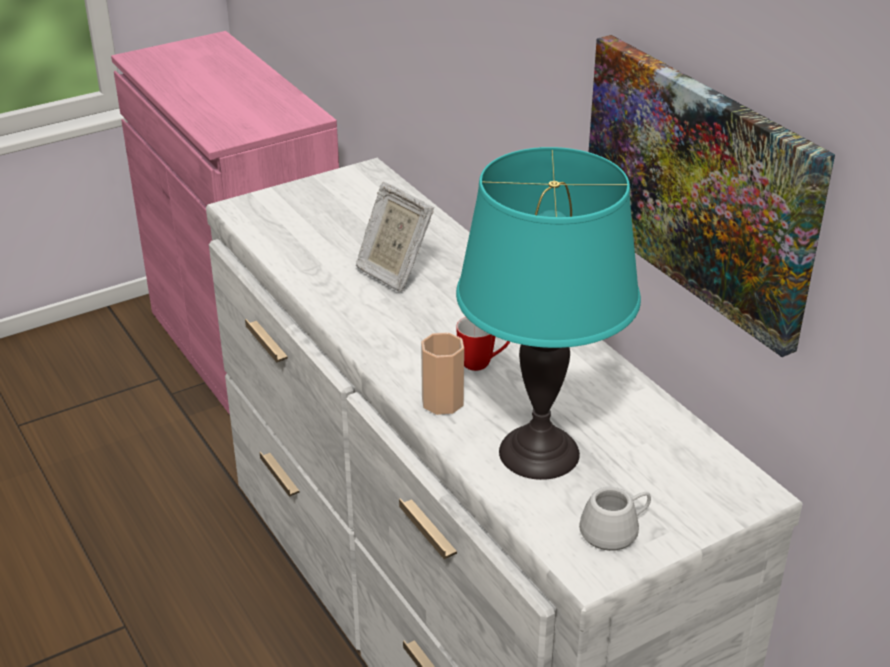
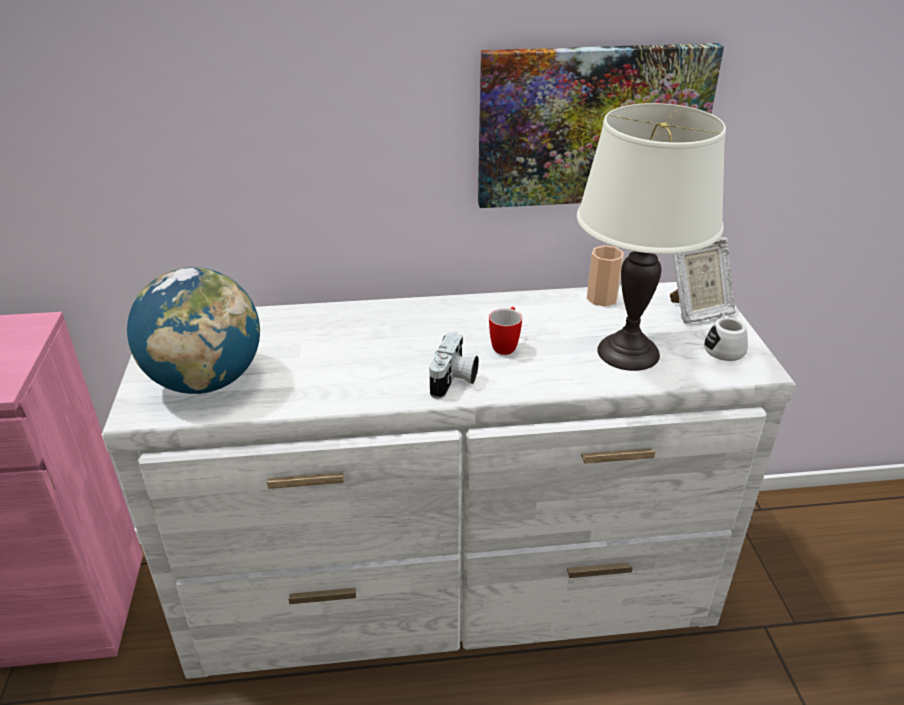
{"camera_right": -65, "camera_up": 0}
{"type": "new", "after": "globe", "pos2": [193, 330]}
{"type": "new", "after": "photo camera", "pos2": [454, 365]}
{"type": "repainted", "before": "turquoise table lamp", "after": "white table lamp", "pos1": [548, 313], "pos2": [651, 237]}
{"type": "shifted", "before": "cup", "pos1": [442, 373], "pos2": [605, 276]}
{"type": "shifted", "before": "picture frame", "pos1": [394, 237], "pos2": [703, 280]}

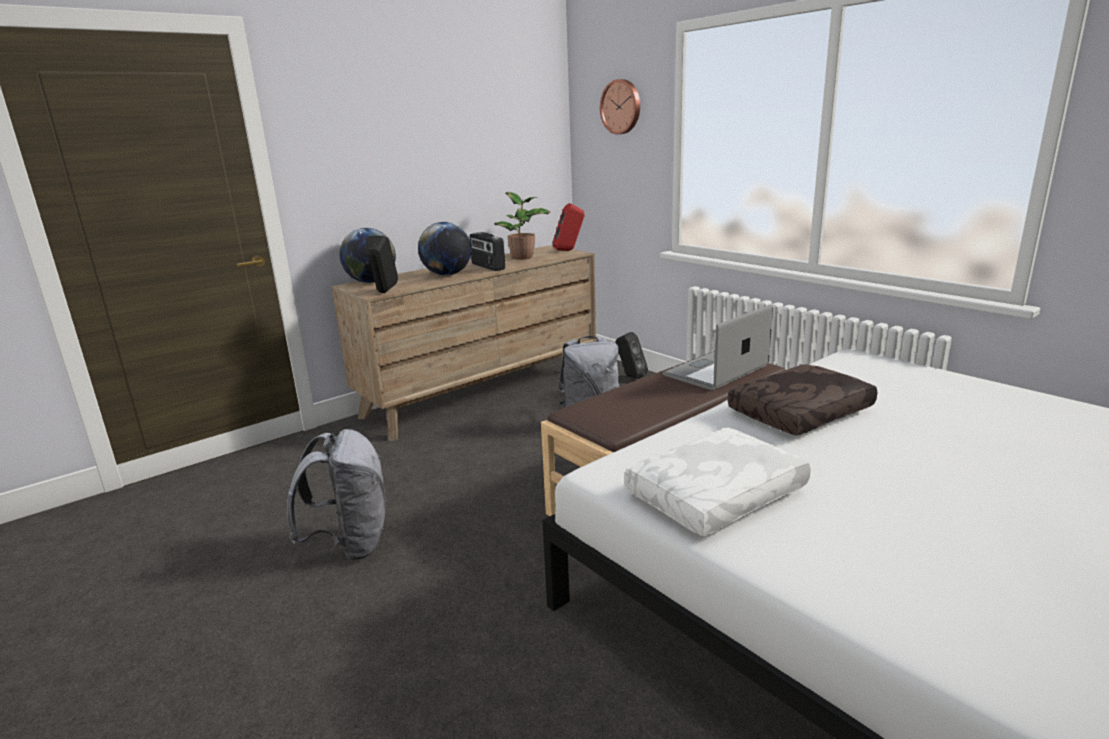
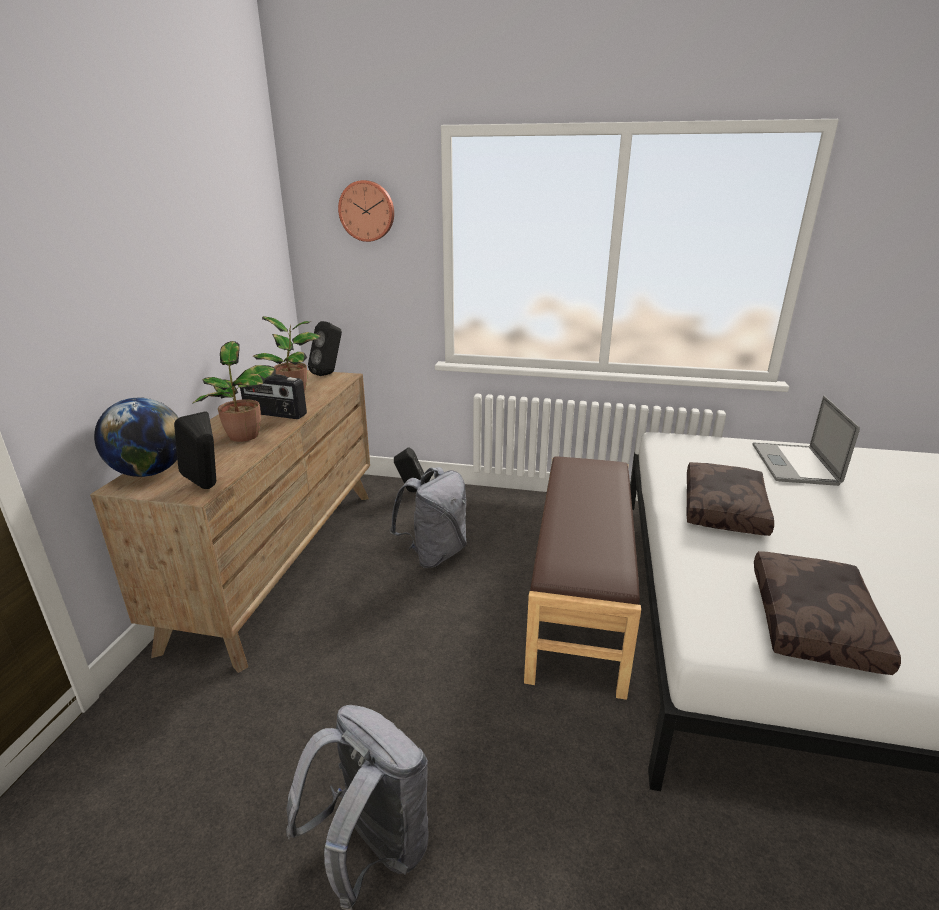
{"camera_right": -40, "camera_up": 5}
{"type": "swapped", "before": "globe", "after": "potted plant", "pos1": [444, 249], "pos2": [234, 391]}
{"type": "repainted", "before": "red speaker", "after": "black speaker", "pos1": [569, 227], "pos2": [325, 348]}
{"type": "shifted", "before": "laptop", "pos1": [718, 348], "pos2": [806, 441]}
{"type": "repainted", "before": "white pillow", "after": "brown pillow", "pos1": [717, 482], "pos2": [827, 613]}

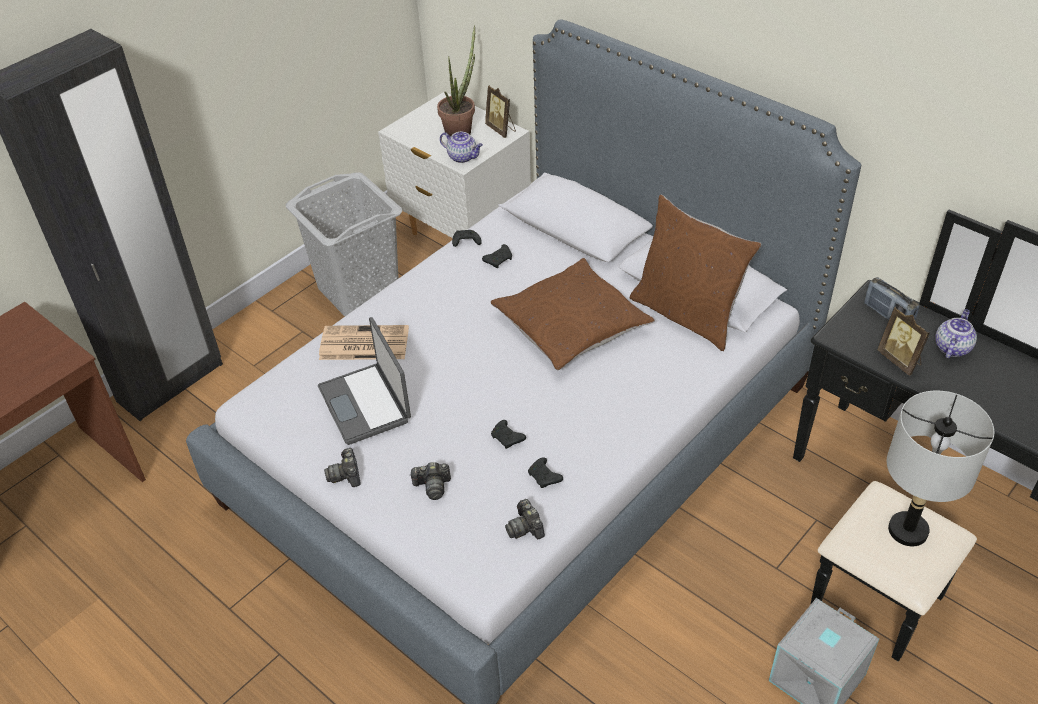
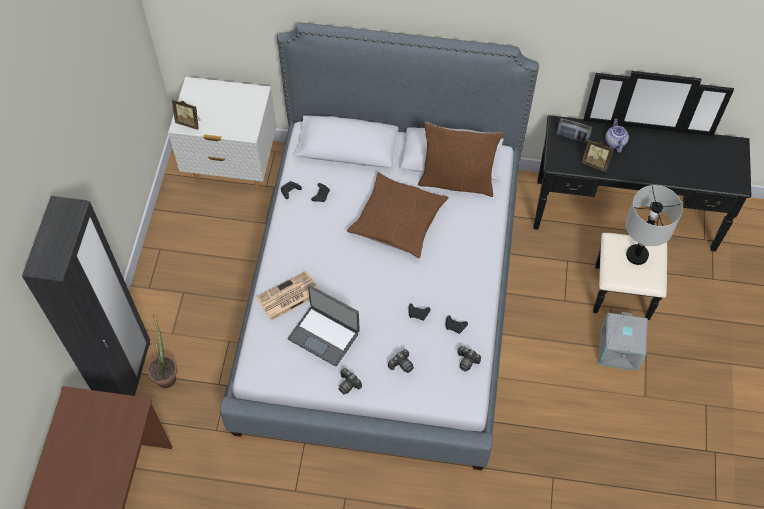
{"camera_right": -35, "camera_up": 15}
{"type": "shifted", "before": "potted plant", "pos1": [456, 80], "pos2": [162, 351]}
{"type": "shifted", "before": "picture frame", "pos1": [500, 111], "pos2": [186, 114]}
{"type": "gone", "before": "grey laundry basket", "pos1": [344, 244]}
{"type": "gone", "before": "teapot", "pos1": [461, 147]}

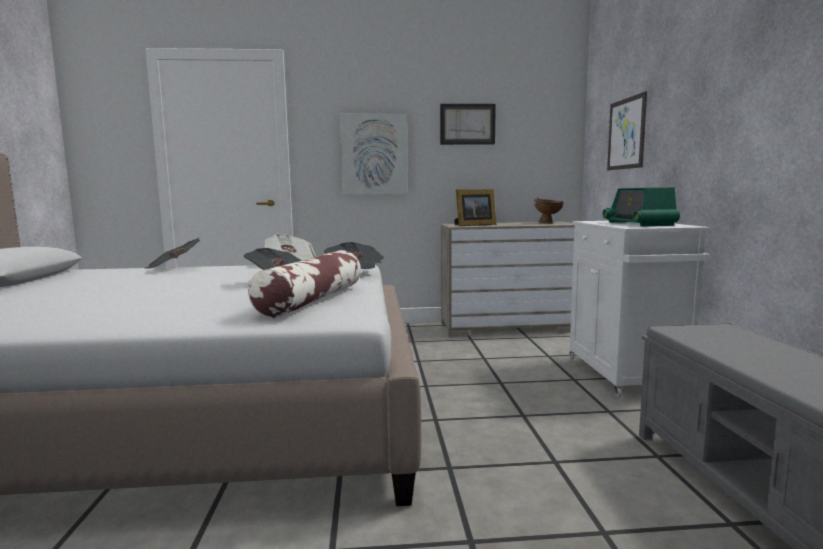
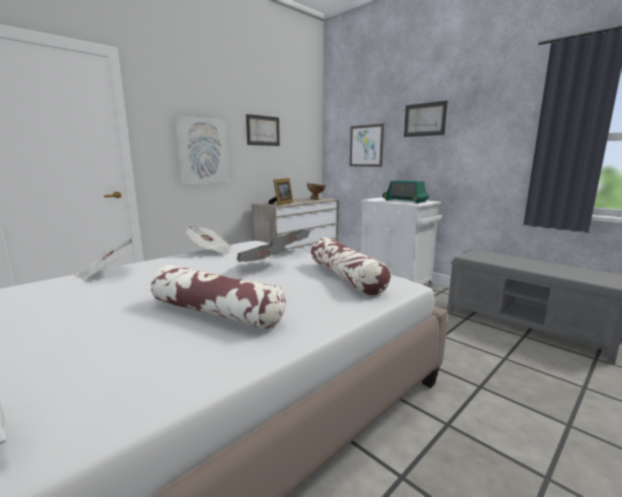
{"camera_right": -40, "camera_up": 5}
{"type": "new", "after": "pillow", "pos2": [218, 297]}
{"type": "new", "after": "picture", "pos2": [426, 119]}

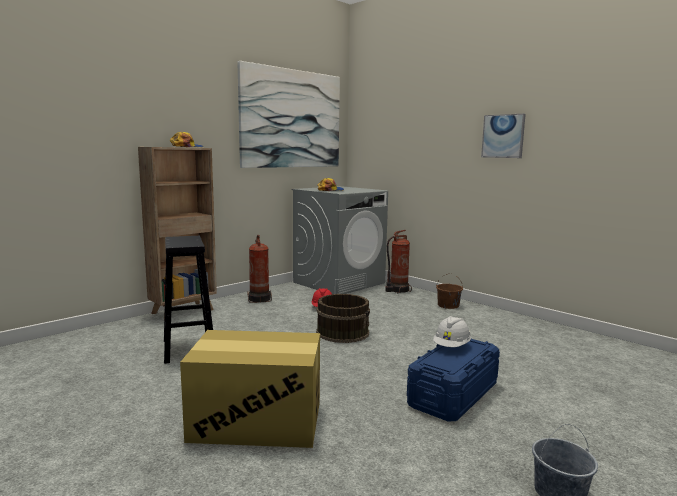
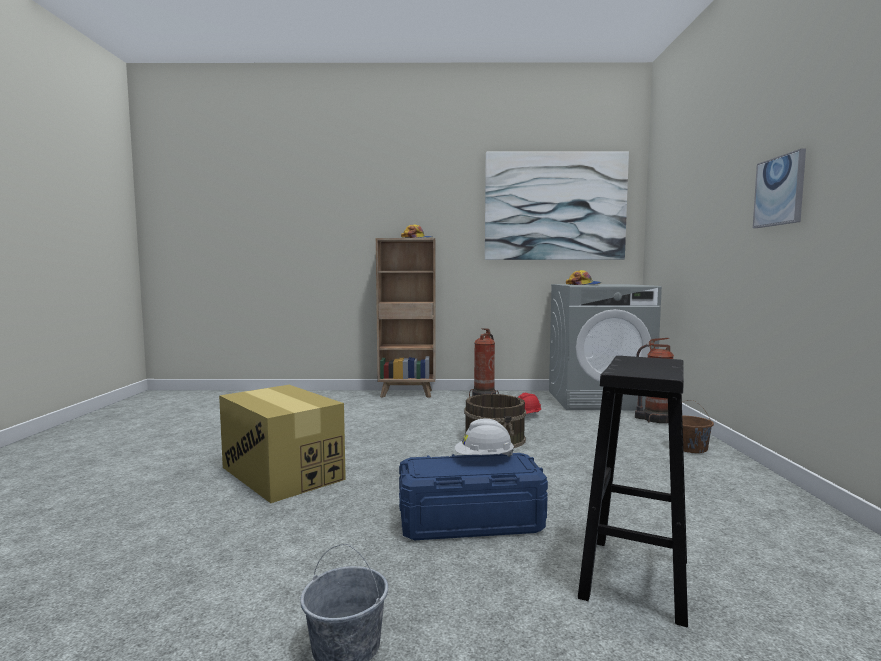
{"camera_right": 45, "camera_up": -5}
{"type": "shifted", "before": "black stool", "pos1": [188, 300], "pos2": [633, 491]}

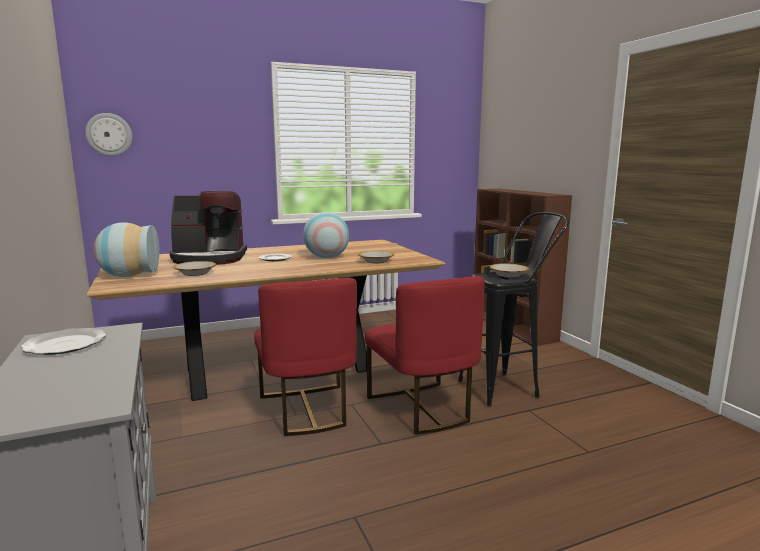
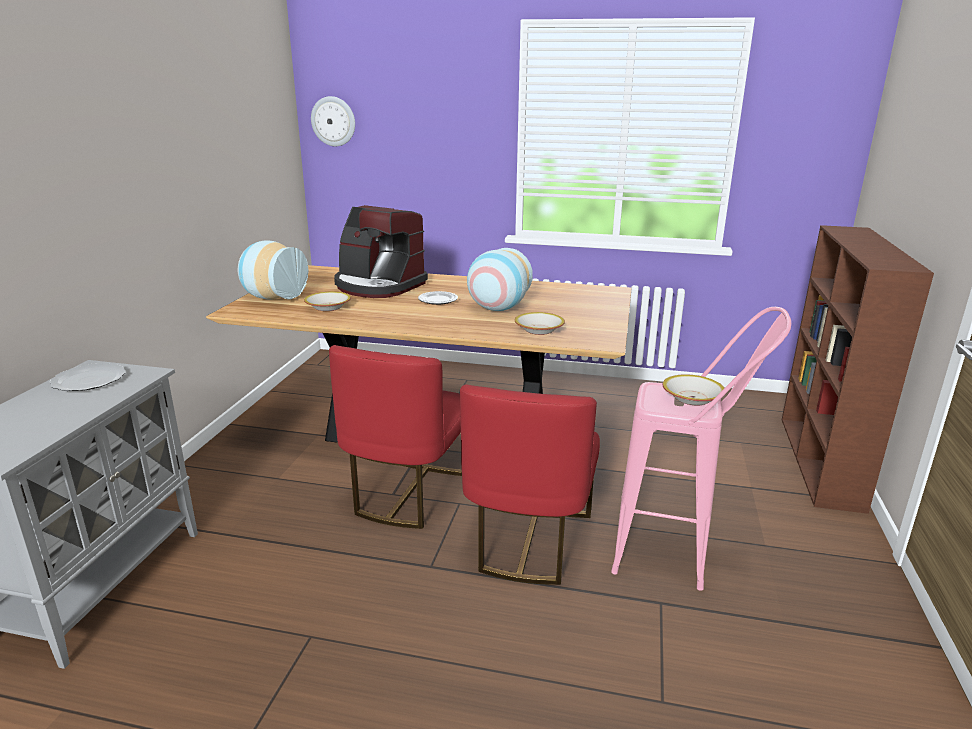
{"camera_right": 35, "camera_up": 10}
{"type": "repainted", "before": "black stool", "after": "pink stool", "pos1": [513, 309], "pos2": [701, 449]}

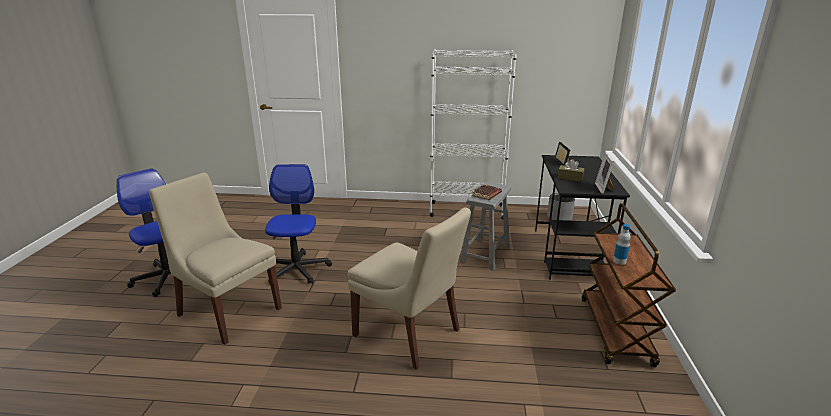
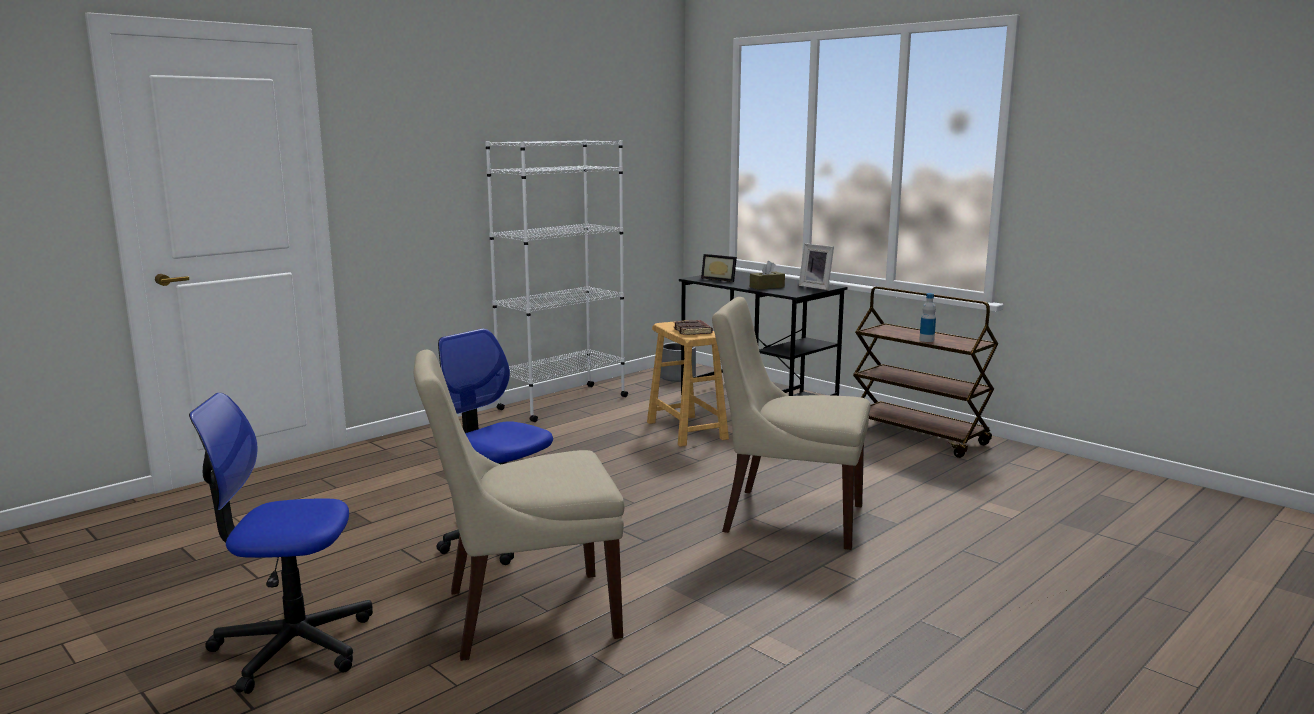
{"camera_right": -50, "camera_up": -10}
{"type": "repainted", "before": "grey stool", "after": "brown stool", "pos1": [485, 226], "pos2": [688, 383]}
{"type": "rotated", "before": "beige chair", "pos1": [409, 288], "pos2": [791, 423], "turn": -150}

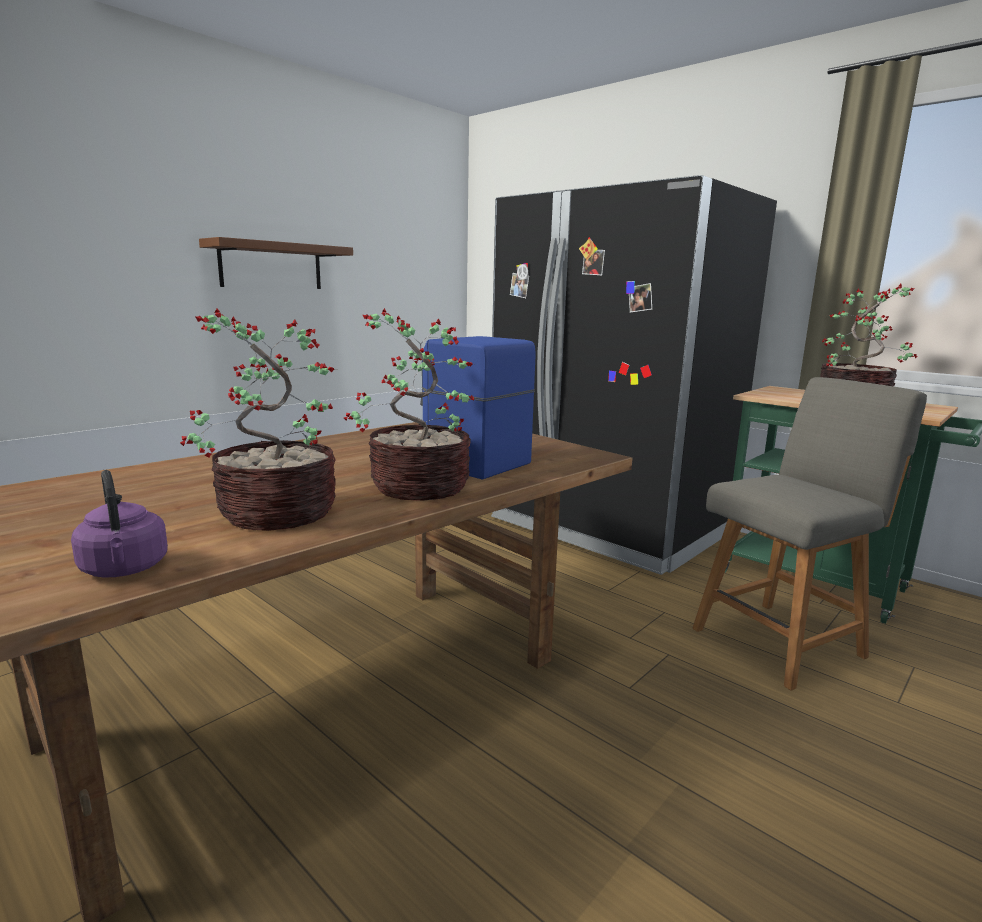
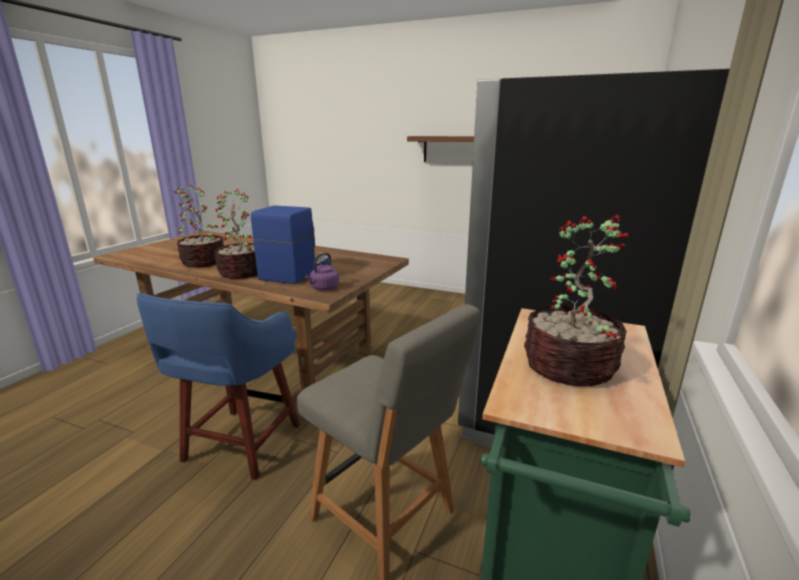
{"camera_right": 70, "camera_up": 5}
{"type": "new", "after": "blue stool", "pos2": [218, 386]}
{"type": "shifted", "before": "purple kettle", "pos1": [119, 524], "pos2": [322, 271]}

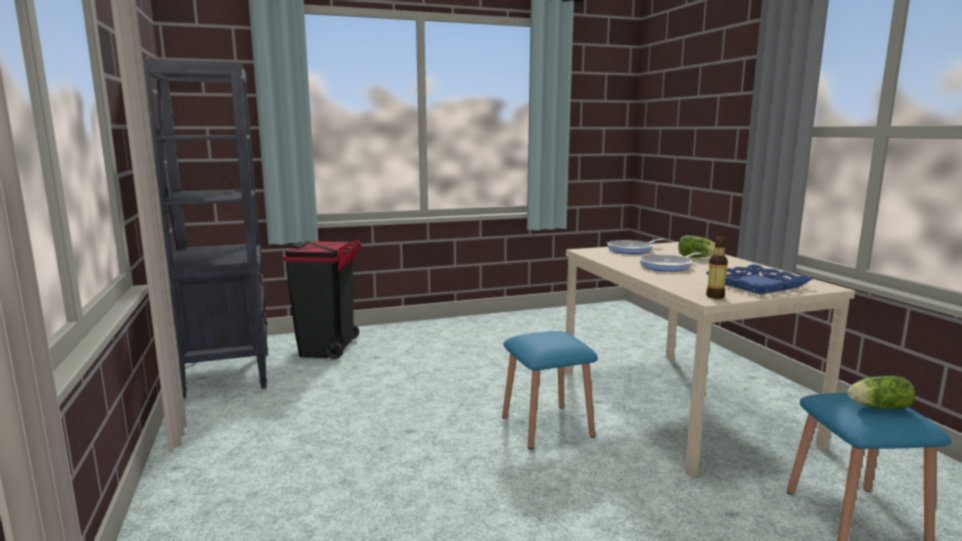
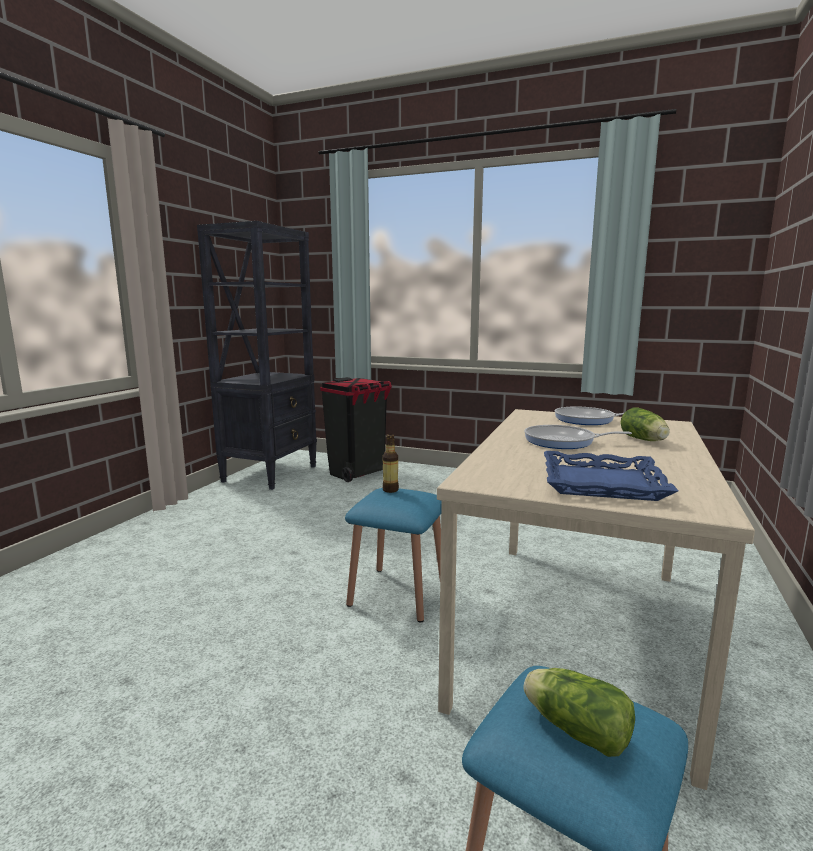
{"camera_right": 40, "camera_up": 0}
{"type": "shifted", "before": "bottle", "pos1": [717, 267], "pos2": [391, 463]}

